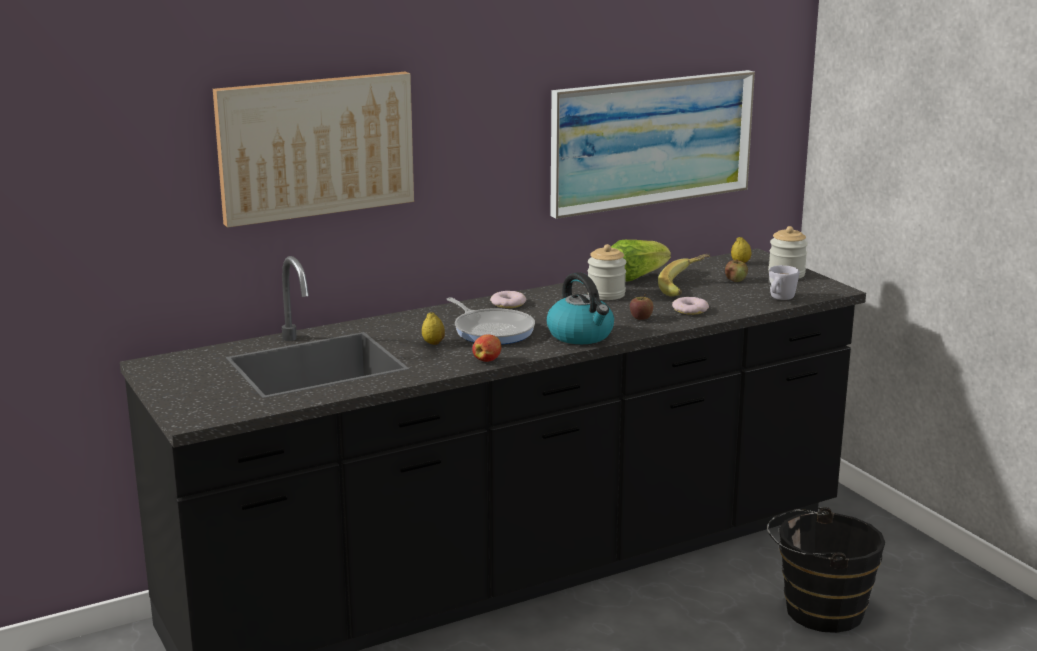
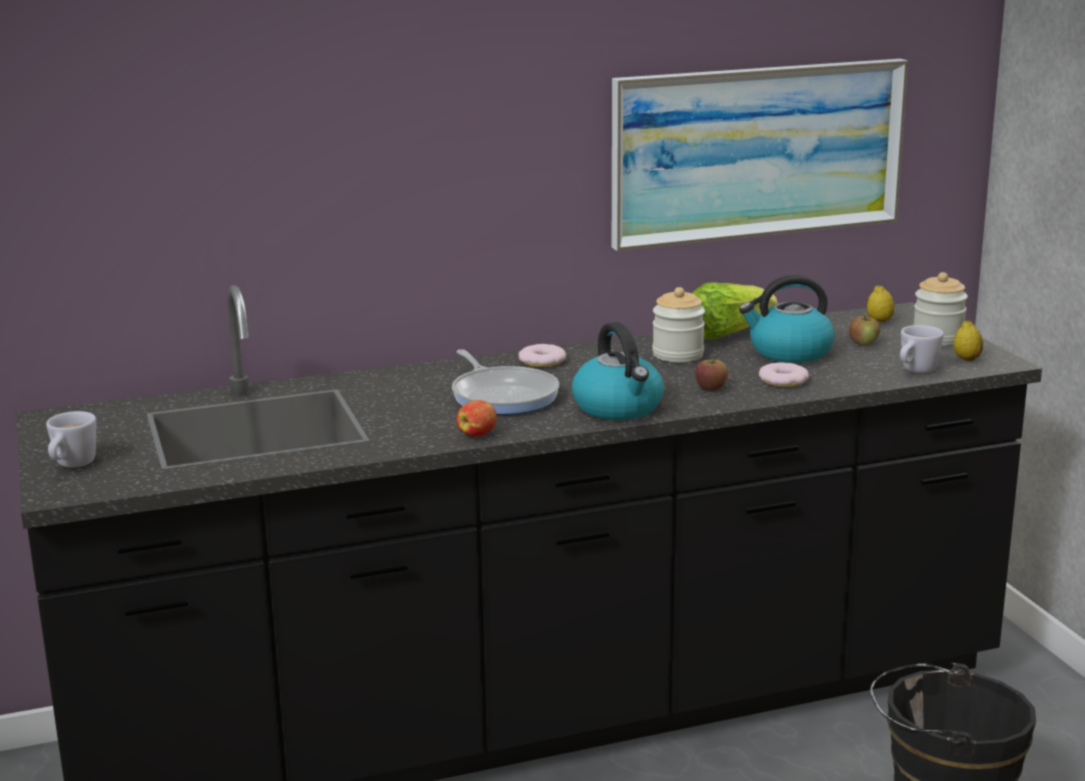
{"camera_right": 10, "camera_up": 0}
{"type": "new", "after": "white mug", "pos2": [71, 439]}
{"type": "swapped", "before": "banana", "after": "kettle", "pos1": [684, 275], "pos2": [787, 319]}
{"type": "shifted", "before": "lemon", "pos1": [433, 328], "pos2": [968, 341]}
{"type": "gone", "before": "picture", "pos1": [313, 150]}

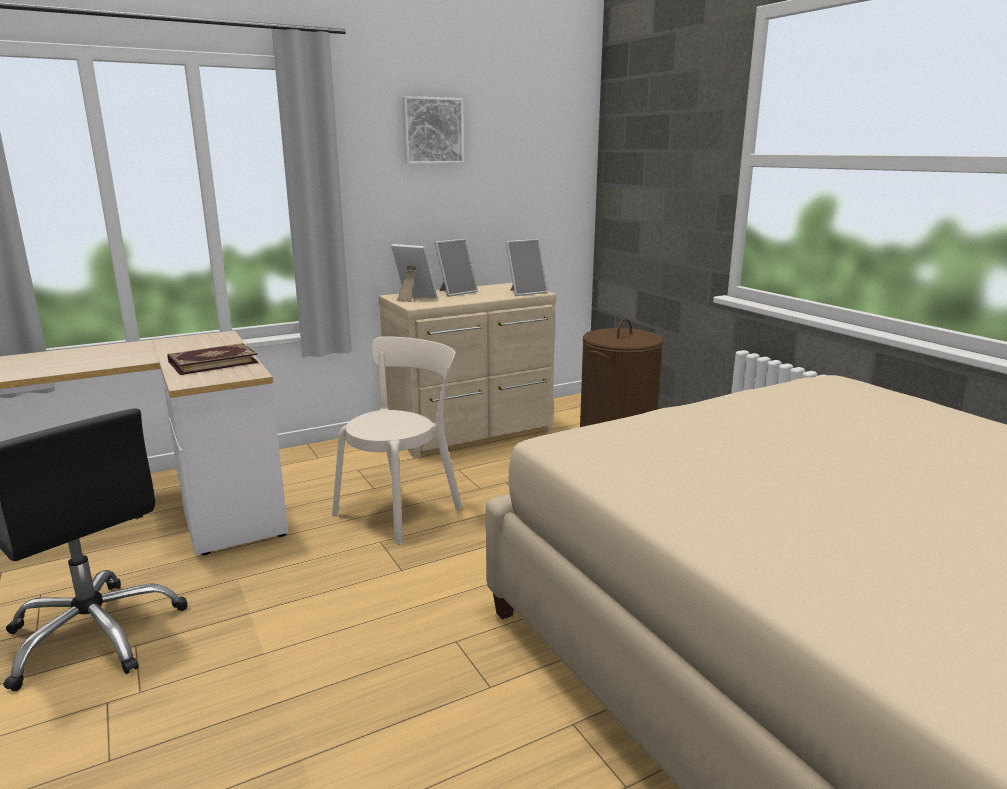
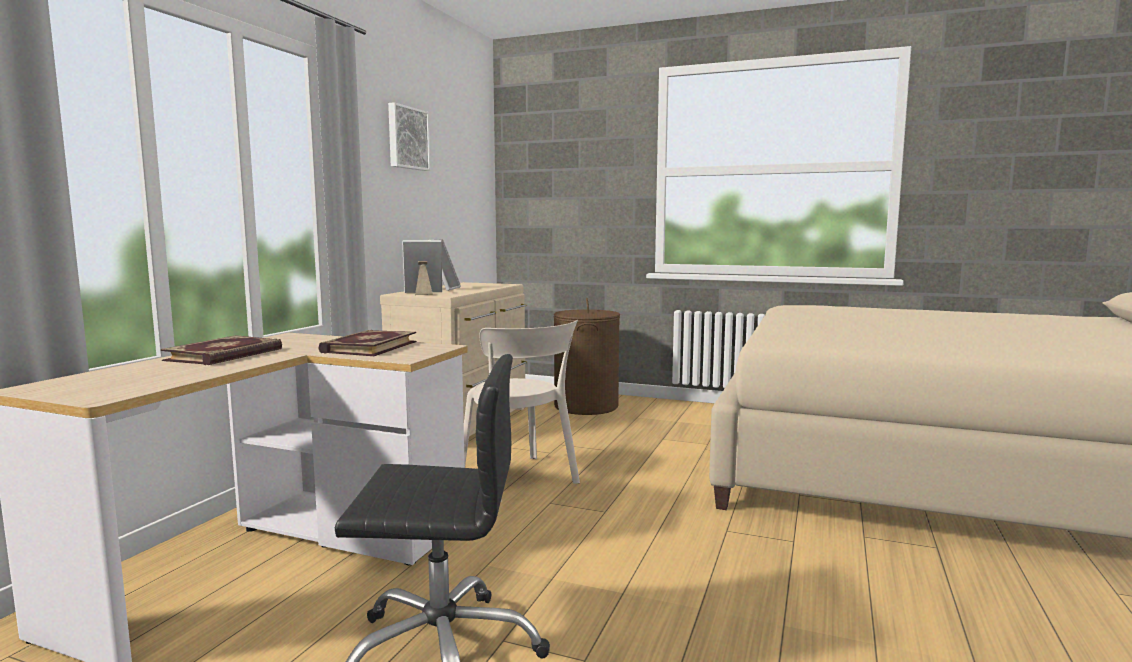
{"camera_right": -40, "camera_up": -10}
{"type": "new", "after": "book", "pos2": [221, 350]}
{"type": "rotated", "before": "beige chair", "pos1": [397, 440], "pos2": [522, 411], "turn": 150}
{"type": "gone", "before": "picture frame", "pos1": [527, 267]}

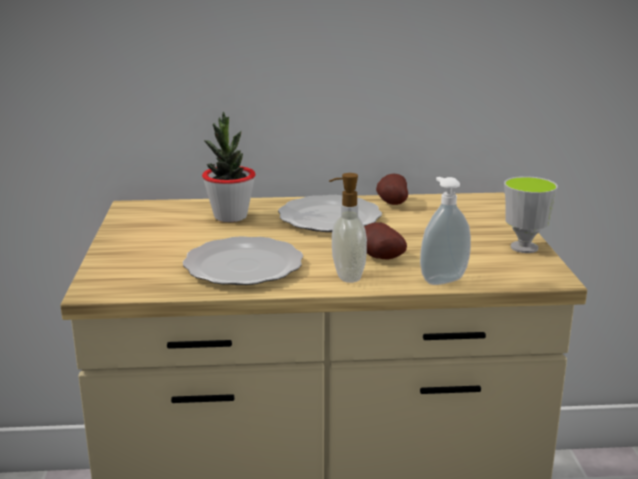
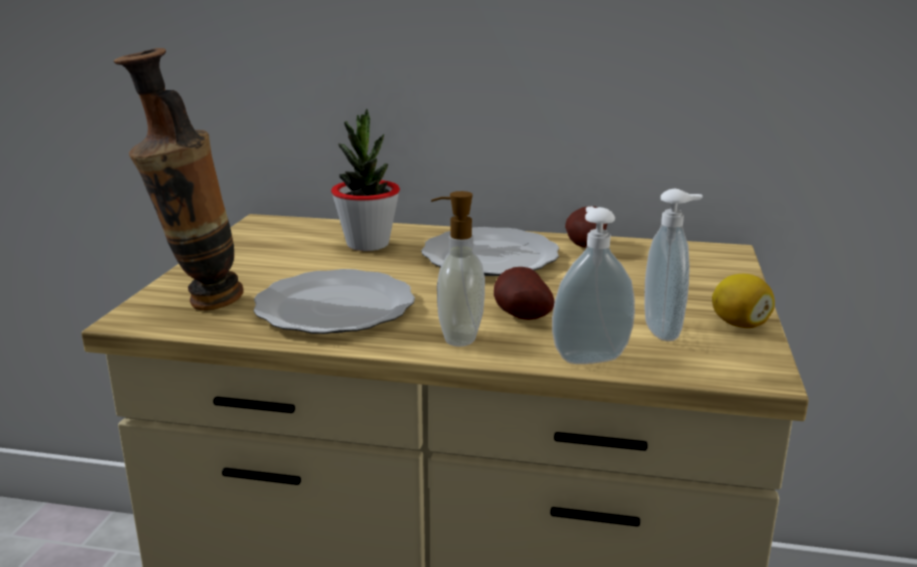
{"camera_right": 15, "camera_up": 0}
{"type": "new", "after": "vase", "pos2": [179, 179]}
{"type": "new", "after": "soap dispenser", "pos2": [674, 265]}
{"type": "swapped", "before": "cup", "after": "lemon", "pos1": [531, 214], "pos2": [743, 301]}

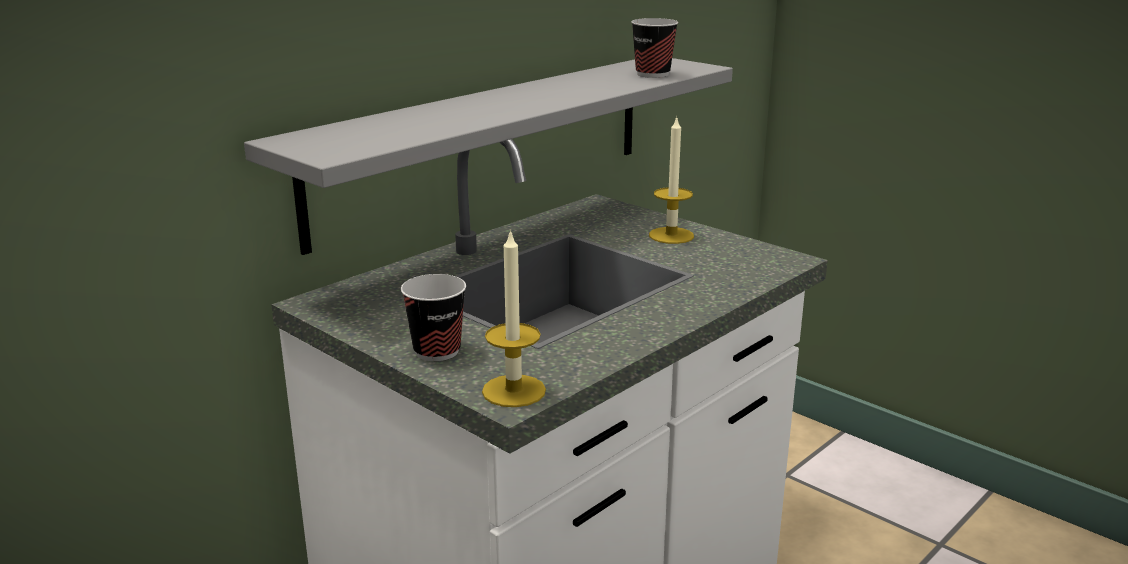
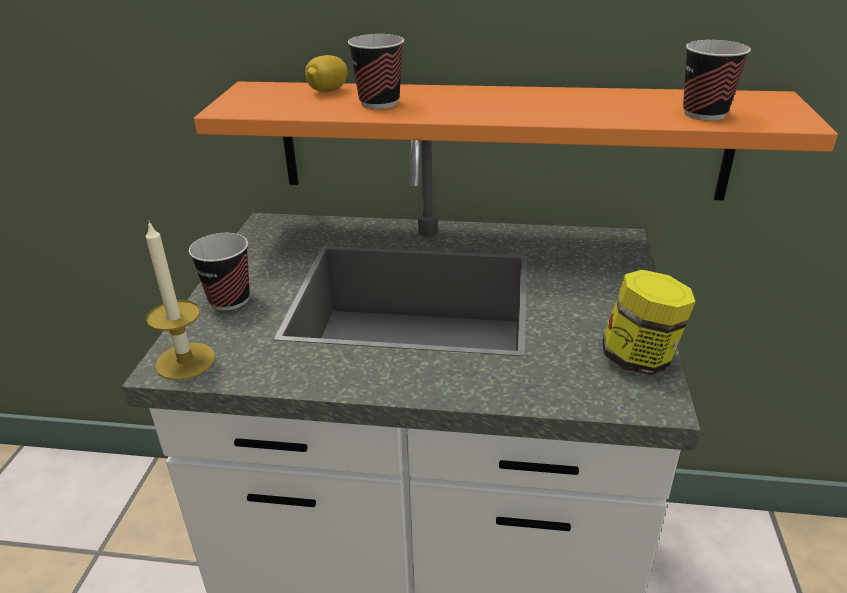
{"camera_right": 55, "camera_up": 10}
{"type": "repainted", "before": "grey shelf", "after": "orange shelf", "pos1": [488, 156], "pos2": [516, 140]}
{"type": "new", "after": "lemon", "pos2": [326, 74]}
{"type": "new", "after": "cup", "pos2": [376, 71]}
{"type": "new", "after": "jar", "pos2": [649, 322]}
{"type": "gone", "before": "candle", "pos1": [671, 179]}

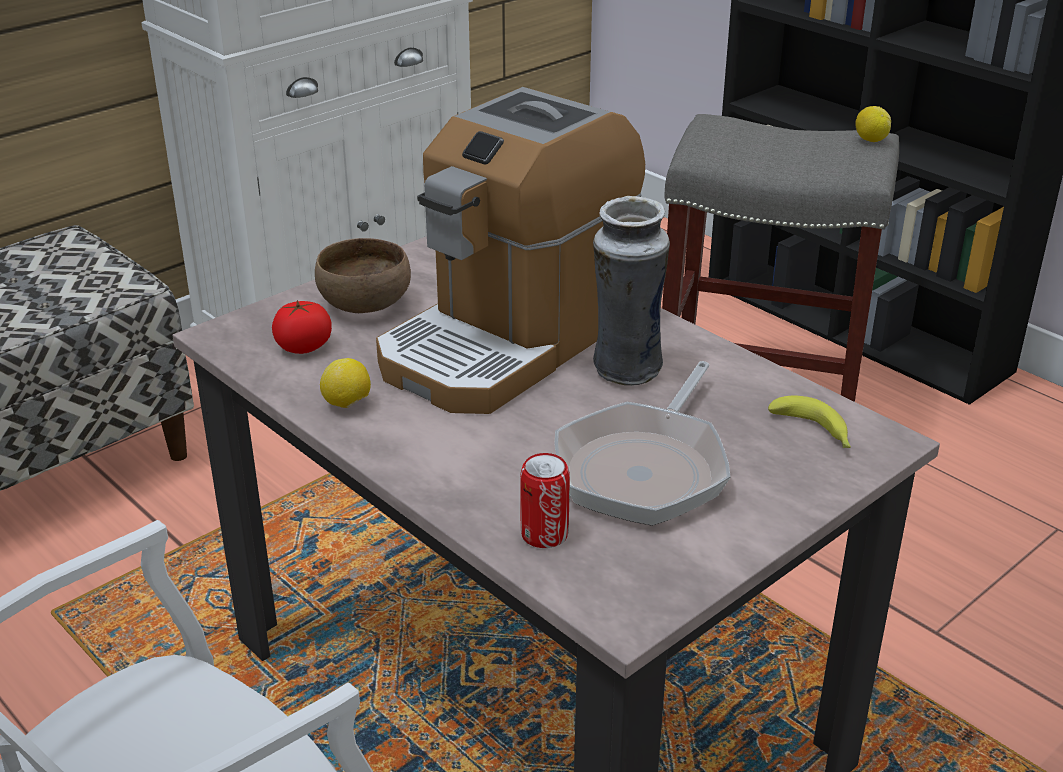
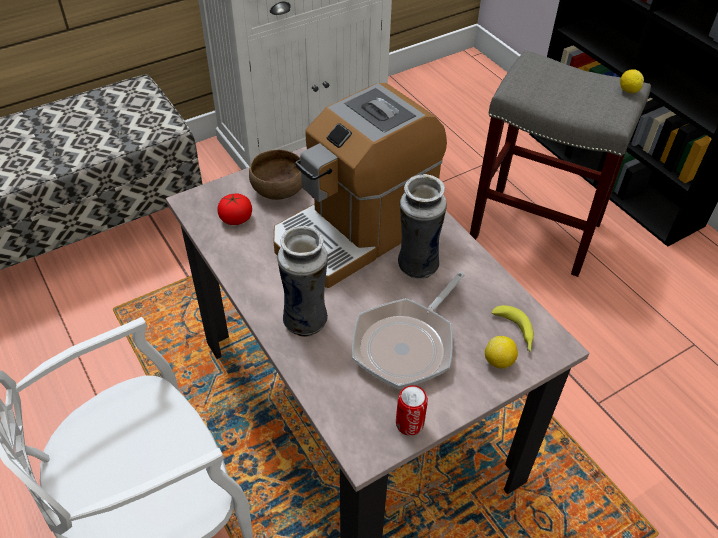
{"camera_right": 10, "camera_up": 15}
{"type": "new", "after": "vase", "pos2": [302, 281]}
{"type": "shifted", "before": "can", "pos1": [545, 500], "pos2": [412, 410]}
{"type": "shifted", "before": "lemon", "pos1": [345, 383], "pos2": [501, 352]}

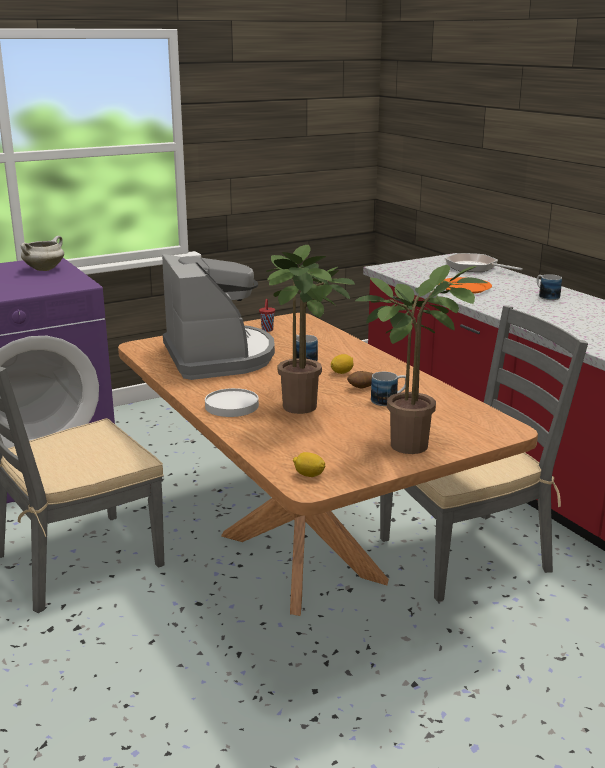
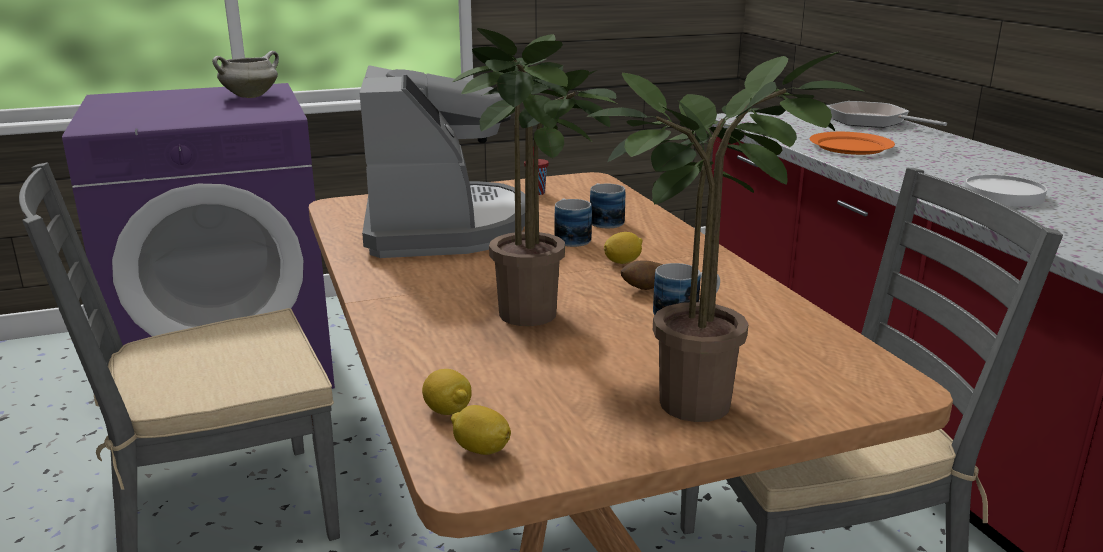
{"camera_right": 10, "camera_up": 0}
{"type": "new", "after": "lemon", "pos2": [447, 392]}
{"type": "shifted", "before": "mug", "pos1": [549, 287], "pos2": [607, 205]}
{"type": "shifted", "before": "white plate", "pos1": [232, 402], "pos2": [1006, 191]}

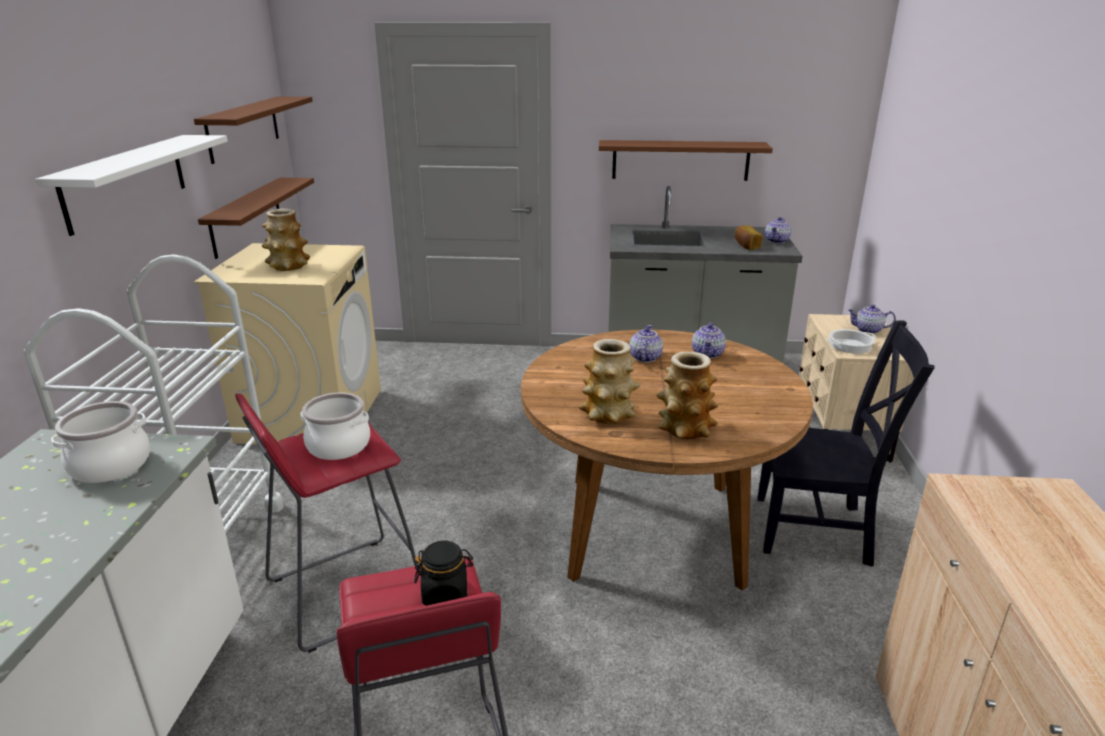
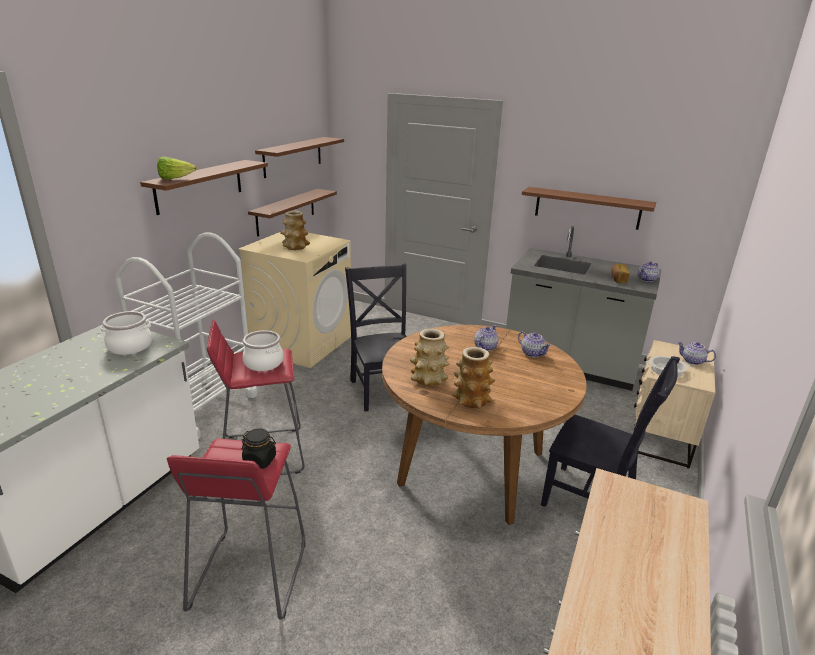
{"camera_right": 20, "camera_up": 0}
{"type": "repainted", "before": "white shelf", "after": "brown shelf", "pos1": [131, 185], "pos2": [204, 187]}
{"type": "new", "after": "lettuce", "pos2": [177, 168]}
{"type": "new", "after": "black chair", "pos2": [376, 337]}
{"type": "rotated", "before": "teapot", "pos1": [709, 340], "pos2": [535, 344], "turn": -75}

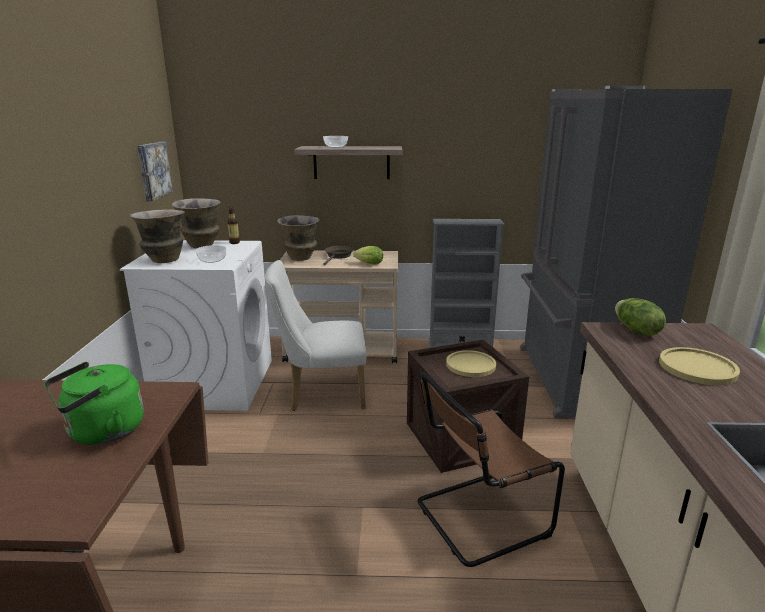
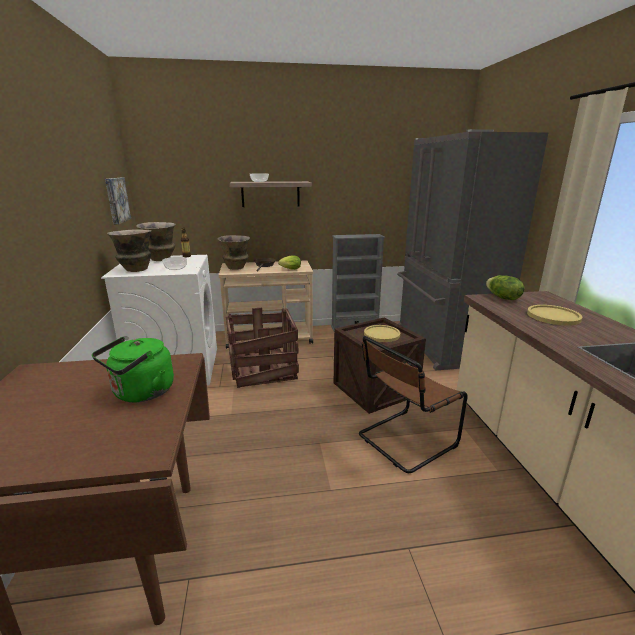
{"camera_right": -10, "camera_up": 0}
{"type": "swapped", "before": "white chair", "after": "crate", "pos1": [316, 335], "pos2": [262, 348]}

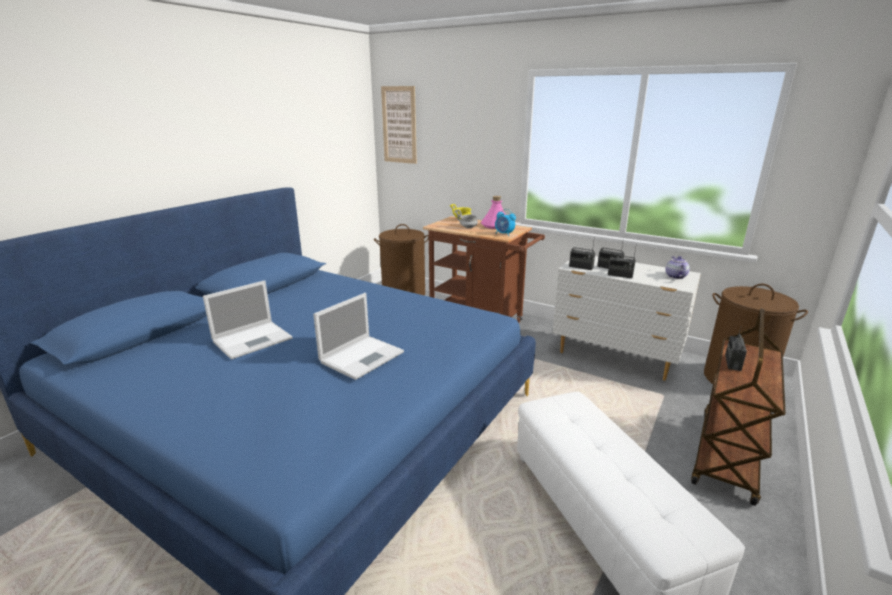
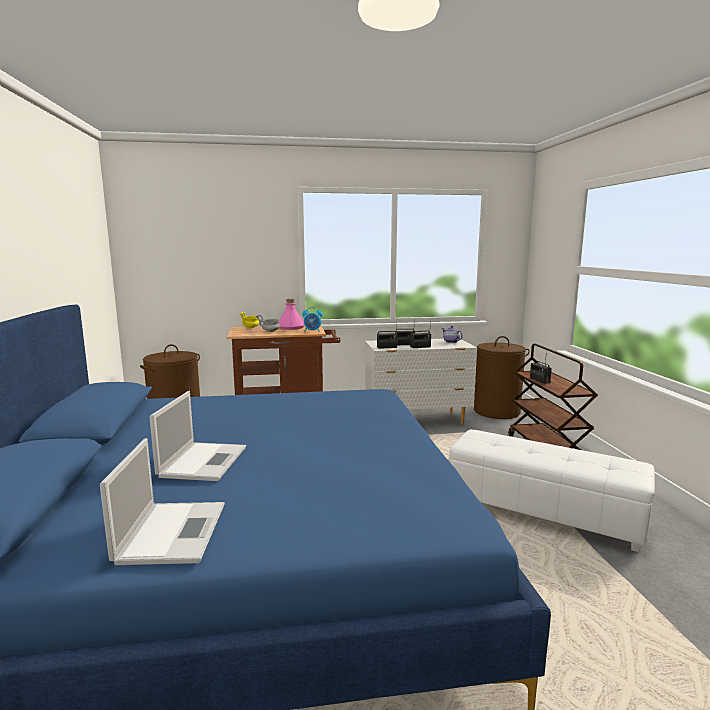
{"camera_right": -40, "camera_up": -10}
{"type": "shifted", "before": "laptop", "pos1": [358, 336], "pos2": [162, 501]}
{"type": "gone", "before": "picture", "pos1": [399, 125]}

